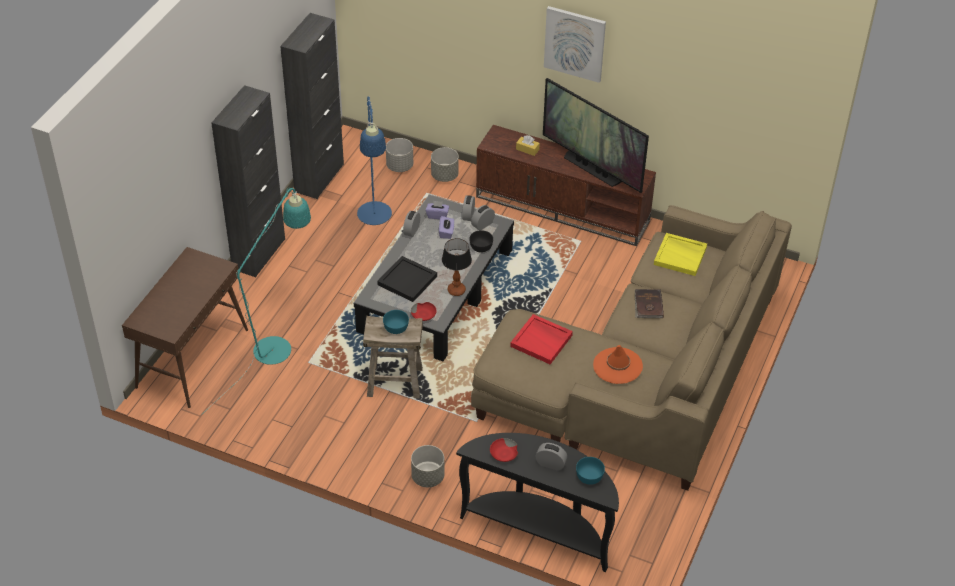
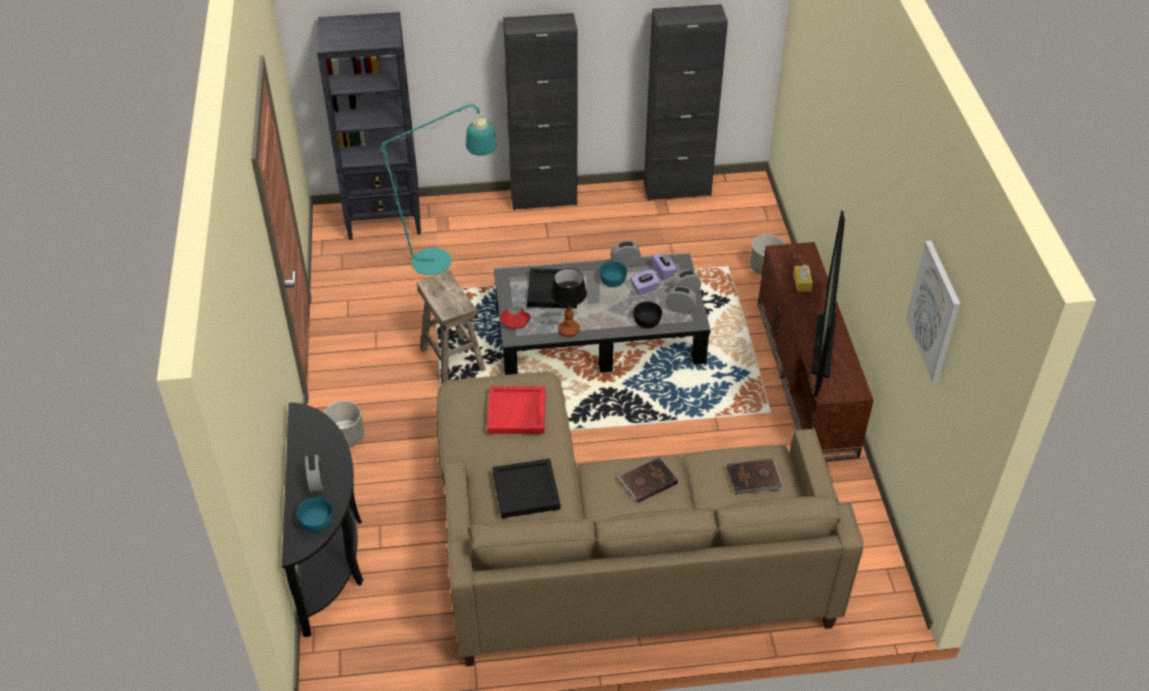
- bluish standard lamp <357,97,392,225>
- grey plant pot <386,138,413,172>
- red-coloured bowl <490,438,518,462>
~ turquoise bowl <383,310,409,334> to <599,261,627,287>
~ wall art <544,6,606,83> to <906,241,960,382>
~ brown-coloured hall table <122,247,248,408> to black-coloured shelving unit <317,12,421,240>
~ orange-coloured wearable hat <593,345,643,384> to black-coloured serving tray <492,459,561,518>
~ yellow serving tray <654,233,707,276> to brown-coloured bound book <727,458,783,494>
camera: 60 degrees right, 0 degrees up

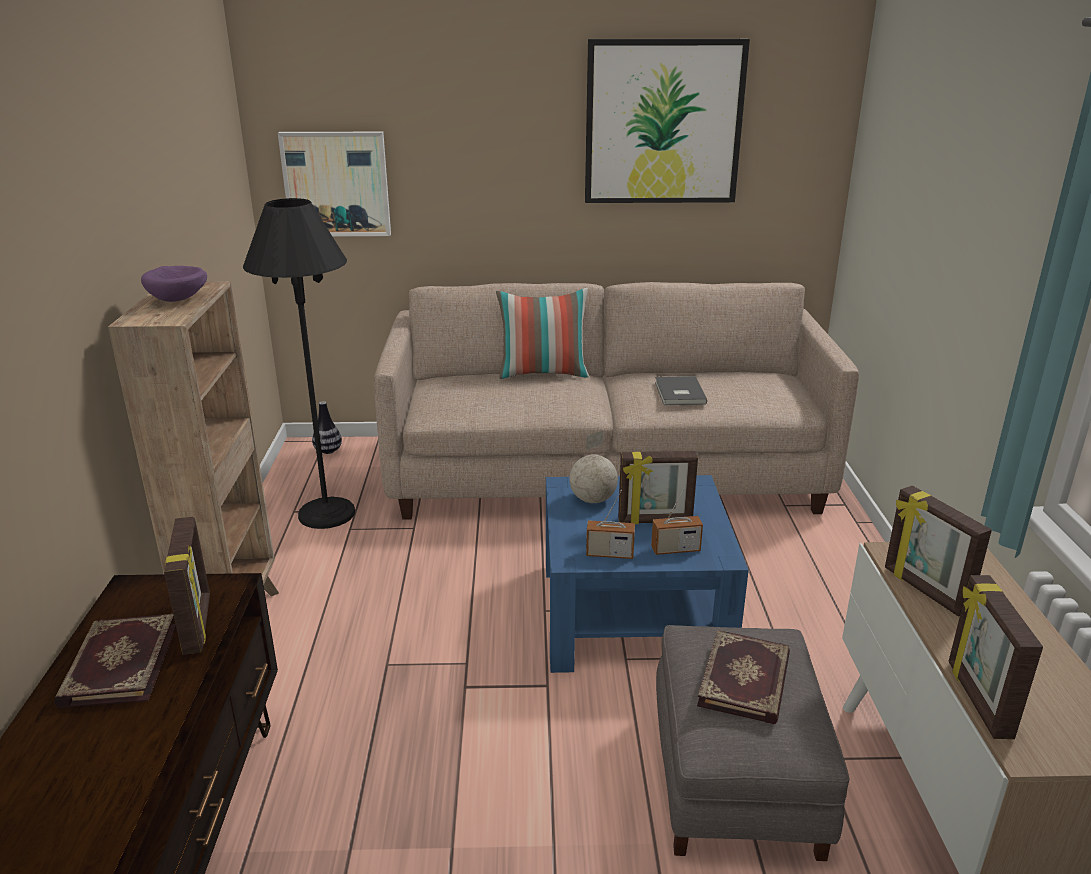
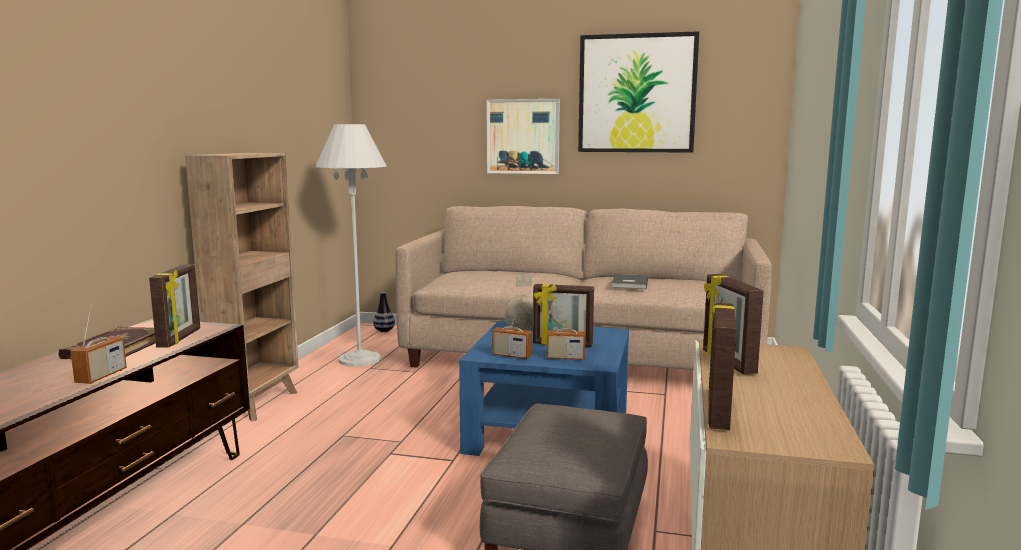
- purple bowl <141,266,207,302>
- throw pillow <496,288,589,379>
- bound book <697,630,790,724>
+ radio set <70,304,127,384>
~ wall art <278,132,391,236> to <487,99,560,174>
~ black-coloured standard lamp <243,198,355,529> to white-coloured standard lamp <315,124,387,367>
camera: 15 degrees right, 15 degrees down

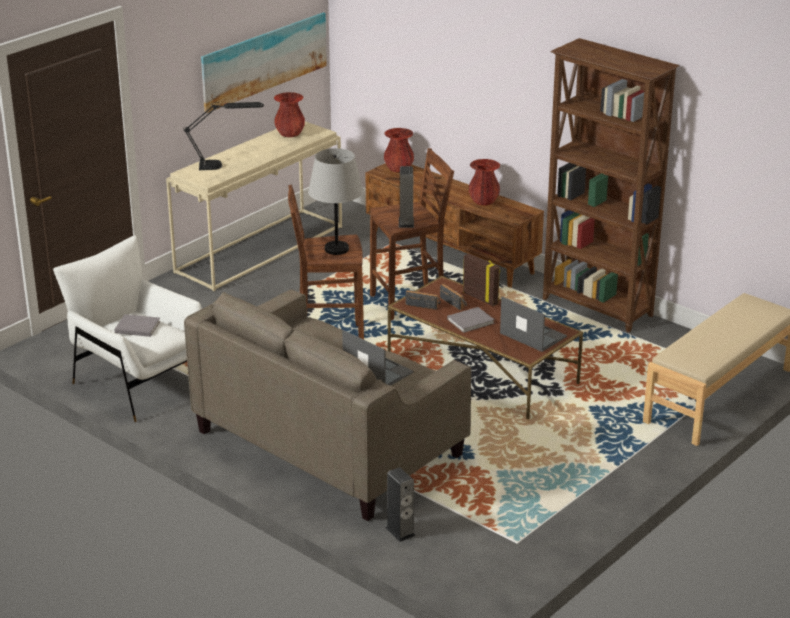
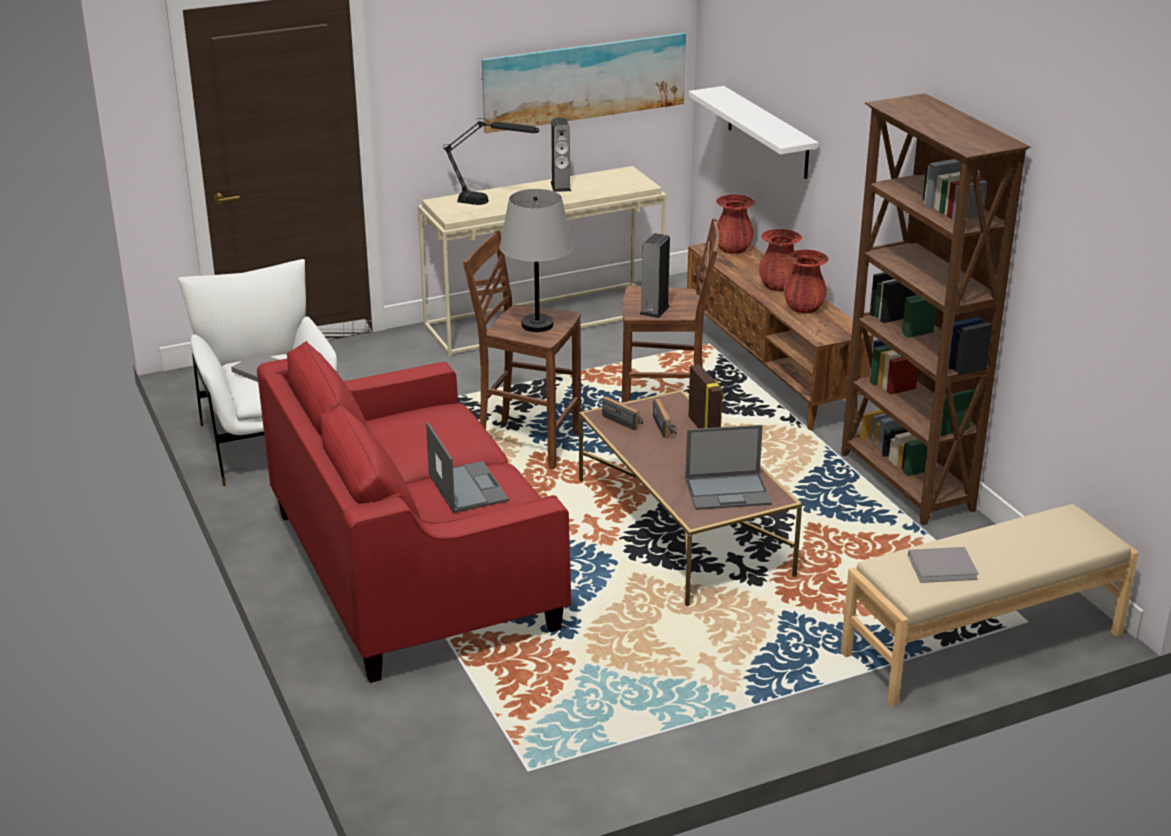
+ white-coloured bracket shelf <688,86,819,179>
~ red-coloured decorative vase <274,92,305,137> to <759,229,802,291>
~ loudspeaker <386,467,415,542> to <551,118,571,192>
~ grey bound book <447,307,495,333> to <908,547,979,583>
~ sand-coloured settee <184,289,471,521> to red-coloured settee <257,341,571,683>
~ notebook computer <500,297,567,352> = <685,425,772,510> 105 degrees clockwise
camera: 25 degrees right, 0 degrees up

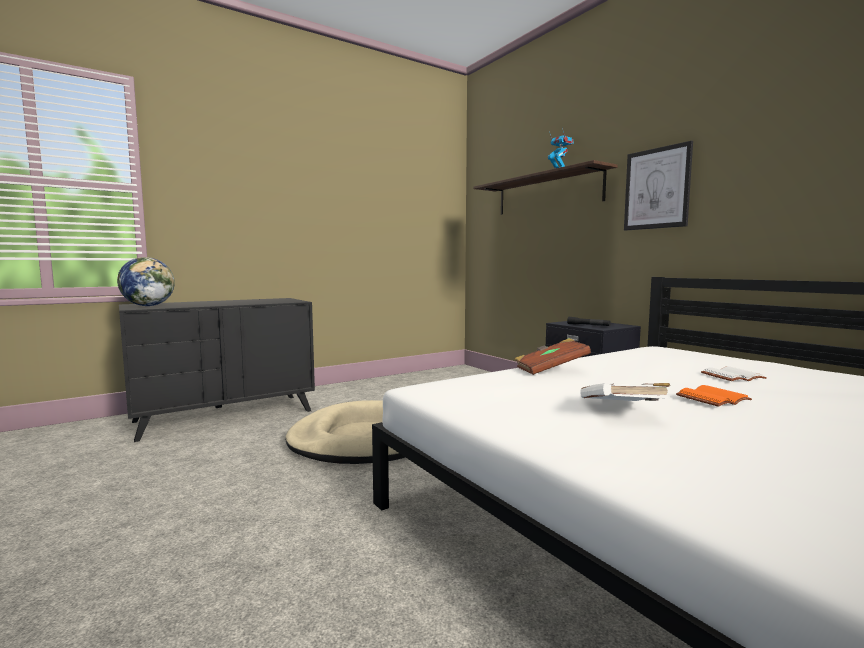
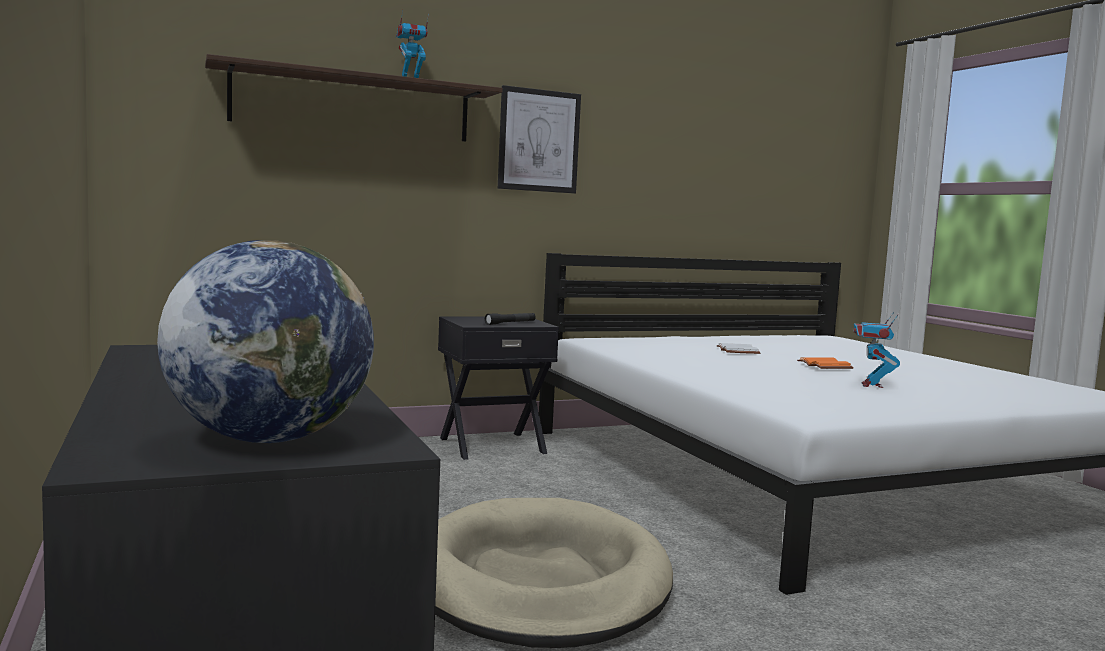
- brown-coloured bound book <514,338,591,375>
~ white-coloured bound book <580,383,671,401> to toy robot <853,312,900,388>
camera: 80 degrees left, 0 degrees up

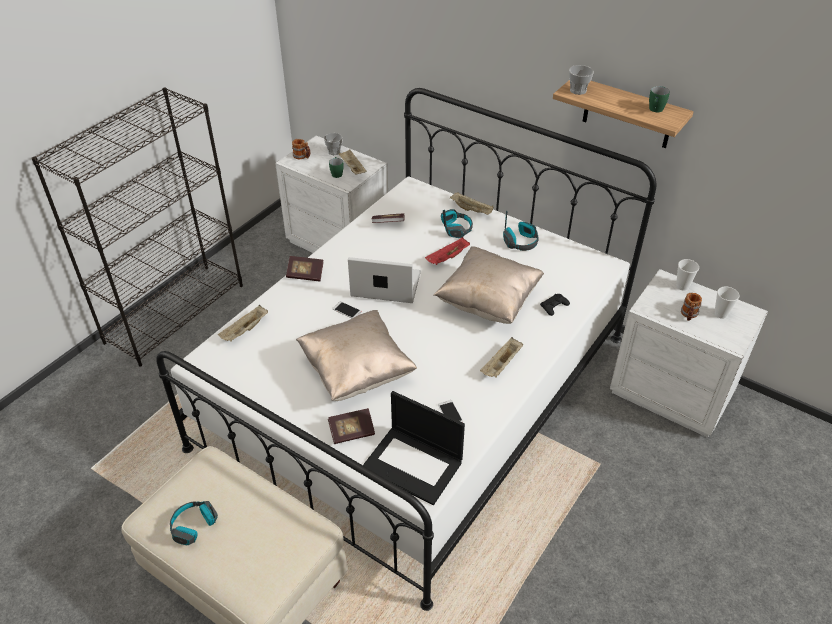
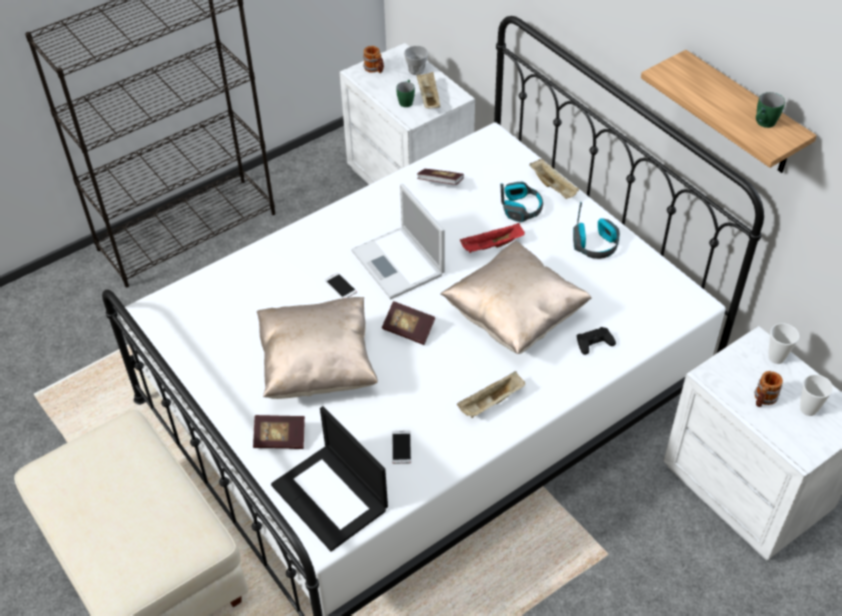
- pair of headphones <170,501,218,545>
- sand-coloured serving tray <218,305,268,342>
- small cup <569,65,594,95>
~ bound book <286,256,324,282> to <382,301,435,345>
~ notebook computer <348,257,421,303> = <351,184,445,299> 150 degrees counterclockwise
camera: 20 degrees right, 5 degrees up

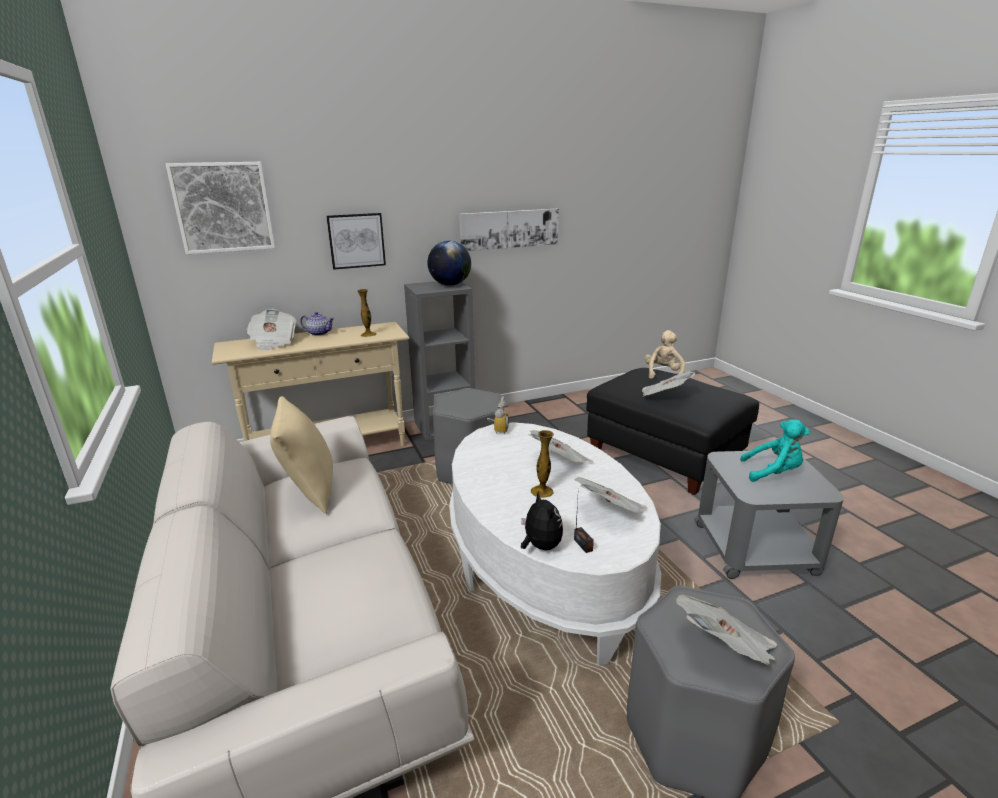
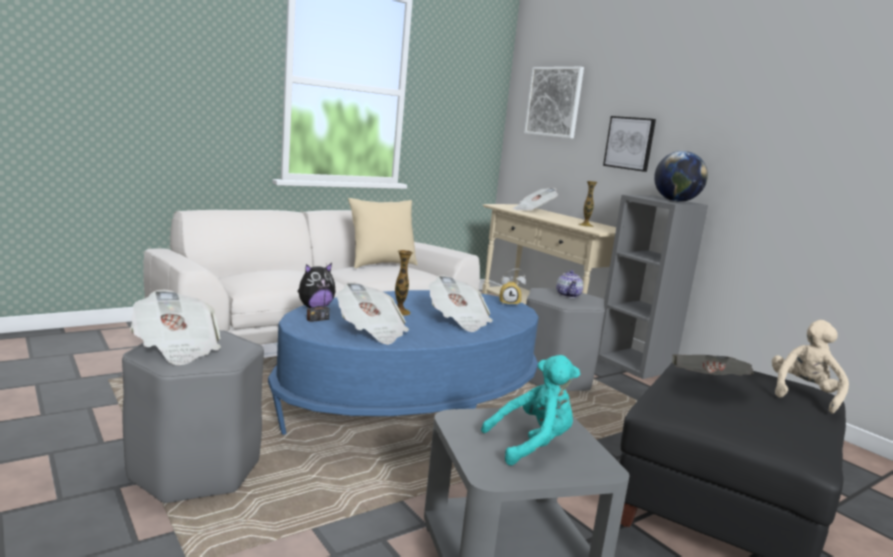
- wall art <459,209,559,251>
~ pot for tea <300,312,335,336> to <556,270,583,298>
~ white-coloured coffee table <449,422,661,665> to bluish coffee table <268,290,539,435>
~ sand-coloured cuddly toy <645,330,685,379> = <772,320,849,414> 60 degrees counterclockwise
~ turquoise cuddly toy <740,420,810,482> = <481,355,580,465> 105 degrees counterclockwise
camera: 75 degrees right, 10 degrees down

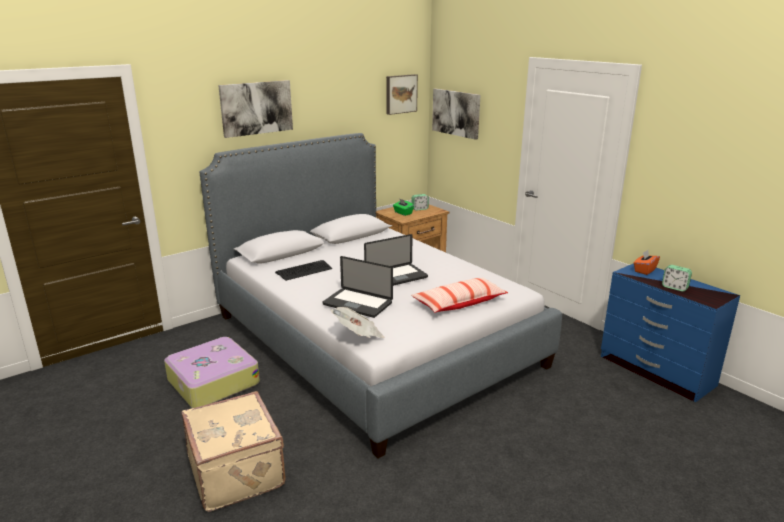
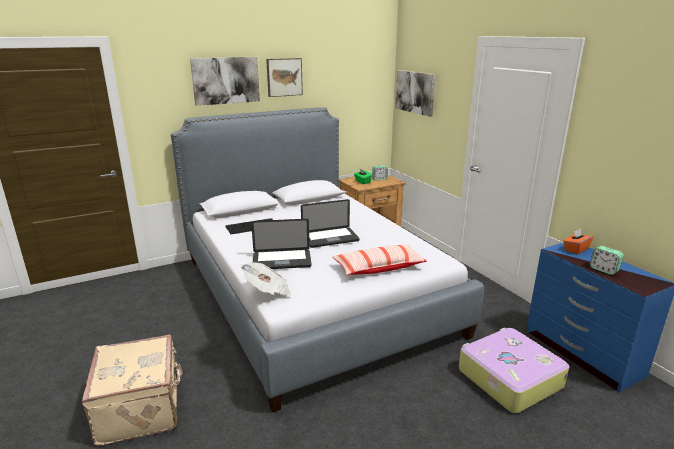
~ suitcase <164,337,260,408> to <459,328,569,413>
~ wall art <386,74,418,115> to <266,58,303,97>
~ notebook computer <322,256,393,318> = <251,219,312,269> 45 degrees counterclockwise
camera: 10 degrees right, 0 degrees up

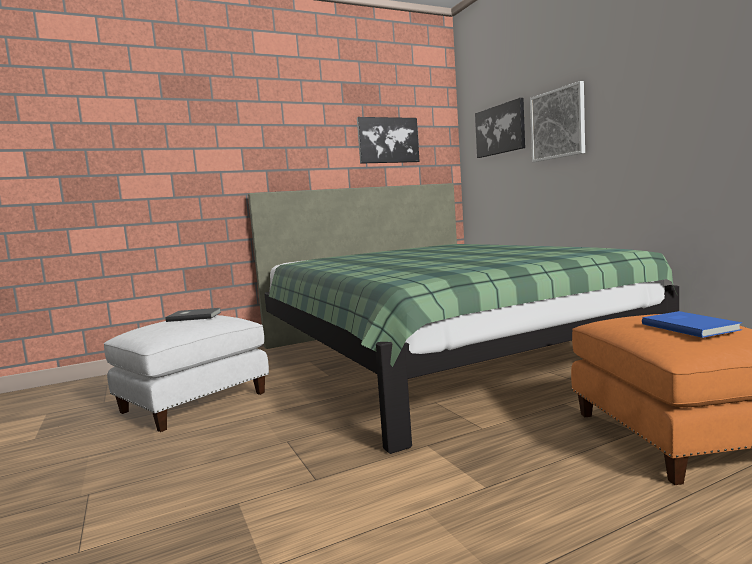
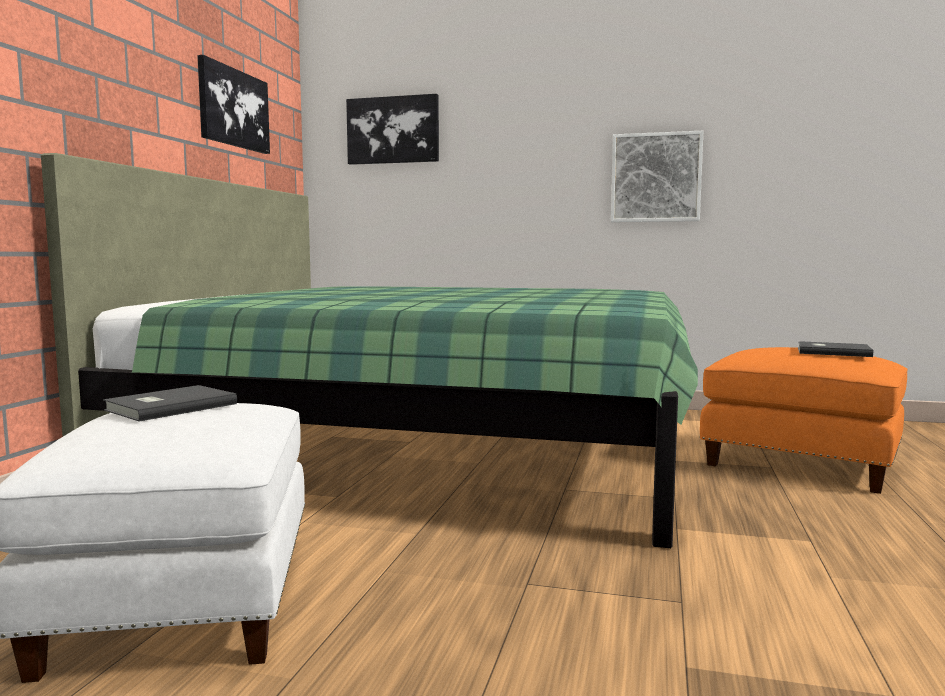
~ wall art <530,81,585,162> to <611,131,703,222>
~ bluish bound book <642,311,742,338> to grey bound book <798,341,873,357>
camera: 50 degrees left, 0 degrees up

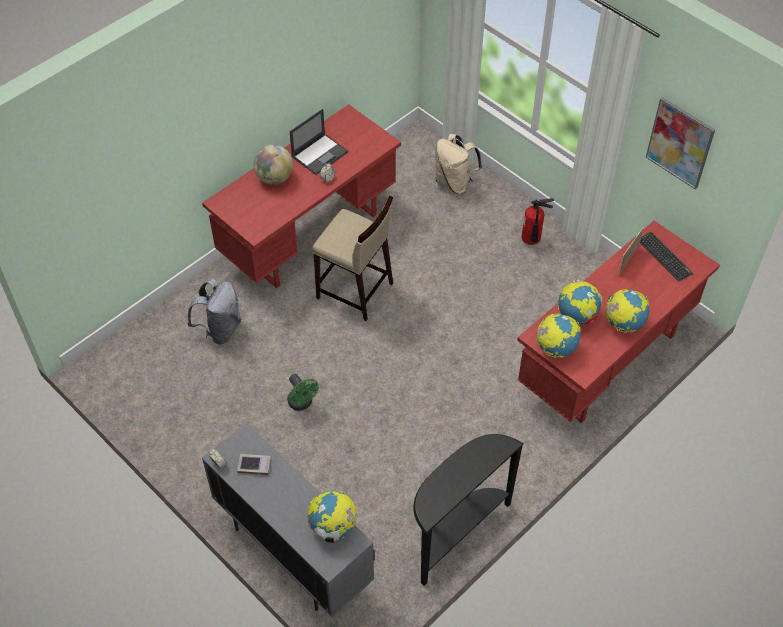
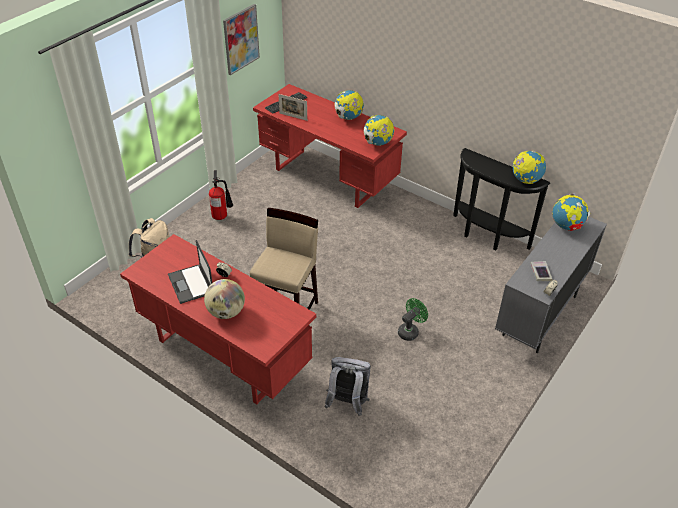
~ globe <558,280,603,324> to <513,151,546,184>
~ notebook computer <290,109,348,175> = <168,240,212,304> 150 degrees counterclockwise
camera: 100 degrees left, 10 degrees down

